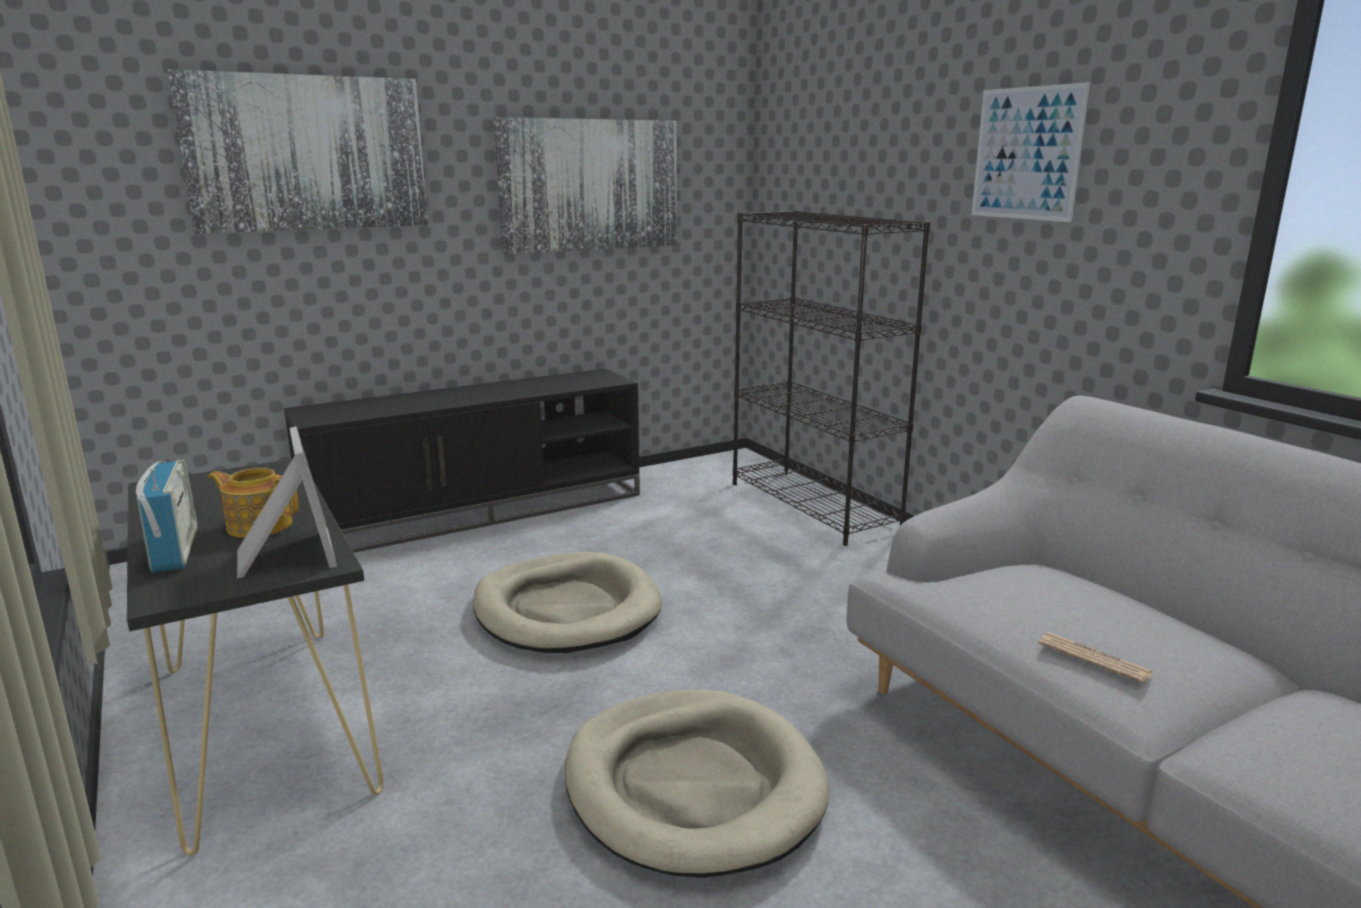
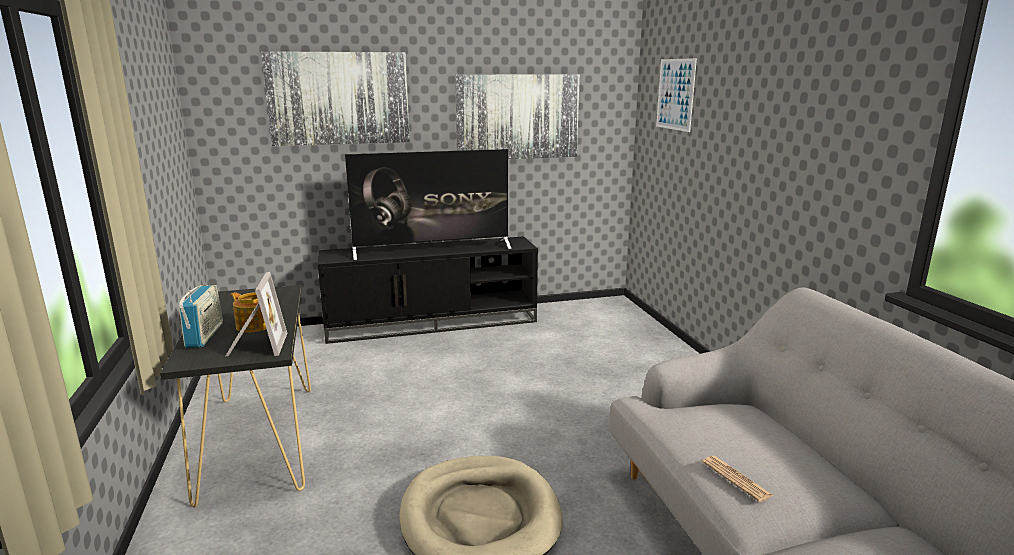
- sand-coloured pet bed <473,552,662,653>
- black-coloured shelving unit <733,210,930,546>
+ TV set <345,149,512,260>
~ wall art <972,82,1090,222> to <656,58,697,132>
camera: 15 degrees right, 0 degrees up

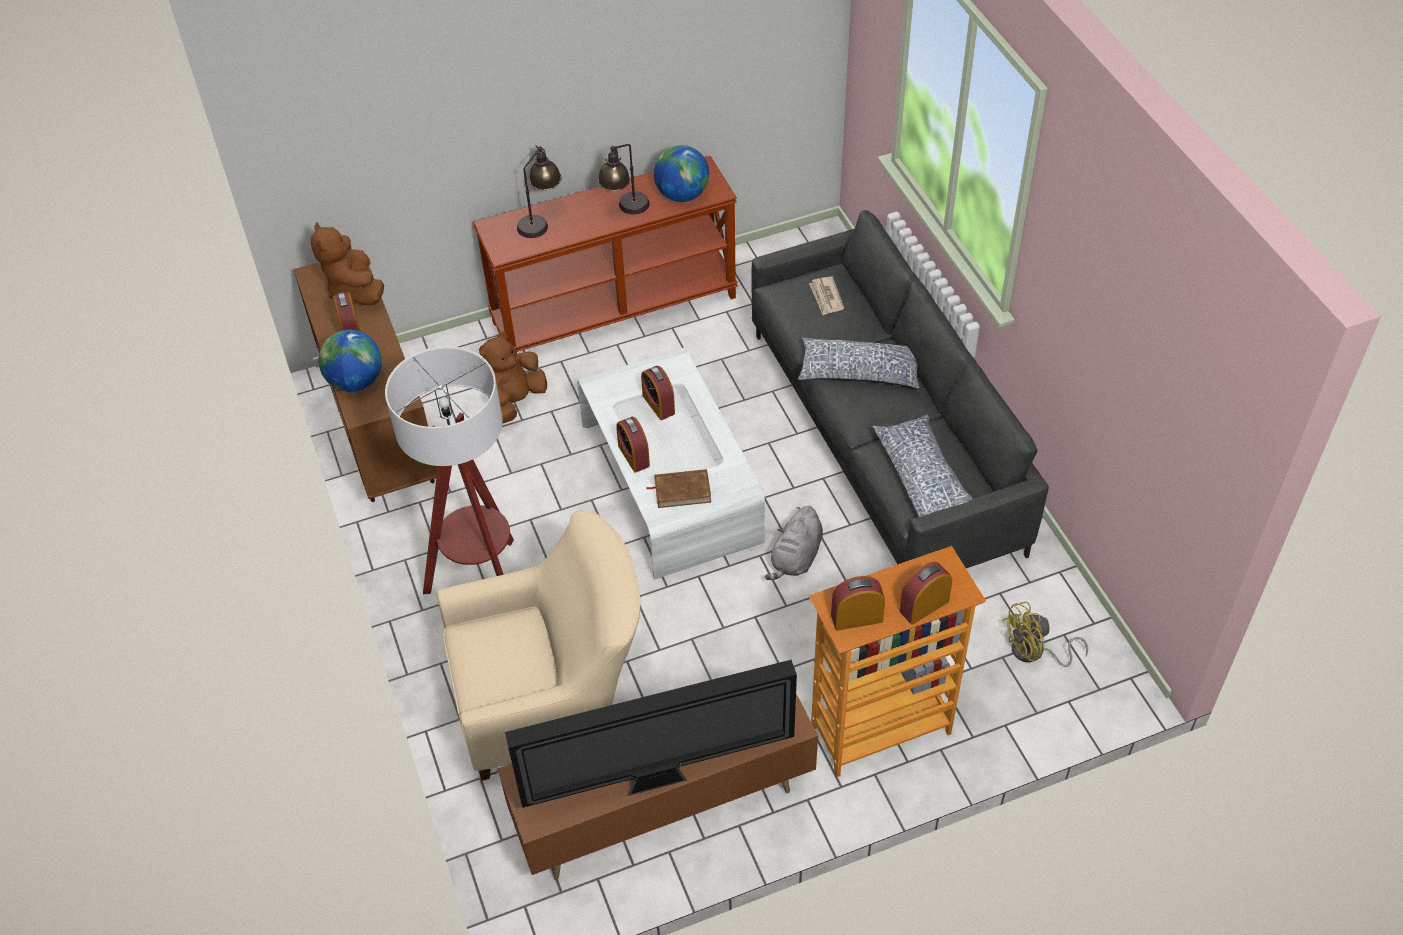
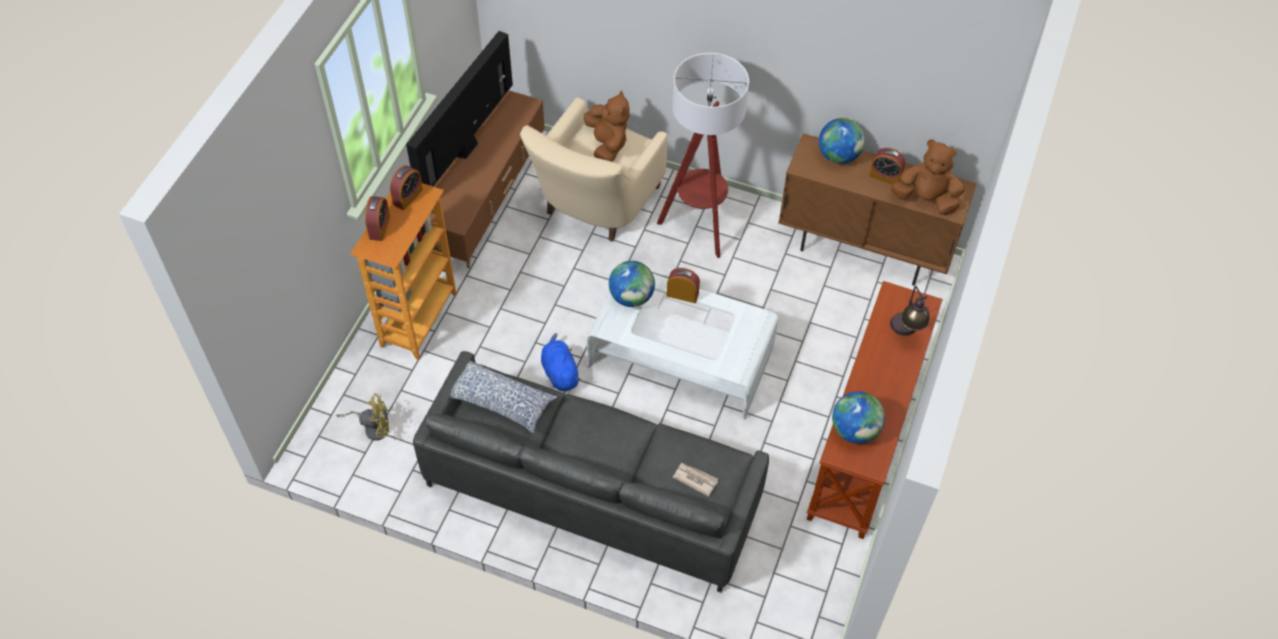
- tabletop lamp <598,144,650,215>
- bedside clock <641,366,675,420>
- throw pillow <798,338,919,389>
~ brown-coloured cuddly toy <479,332,547,424> to <584,91,630,162>
~ brown-coloured bound book <646,469,711,508> to globe <609,261,655,307>
~ grey cuddly toy <765,506,823,580> to bluish cuddly toy <541,333,580,391>
~ yellow fan <1002,602,1088,667> = <336,394,389,440> 60 degrees clockwise
camera: 130 degrees right, 5 degrees up

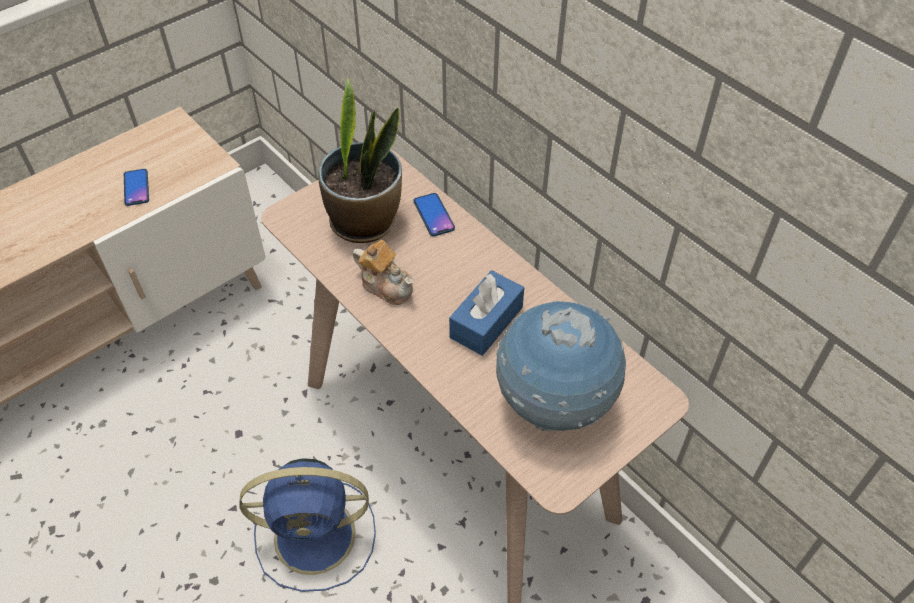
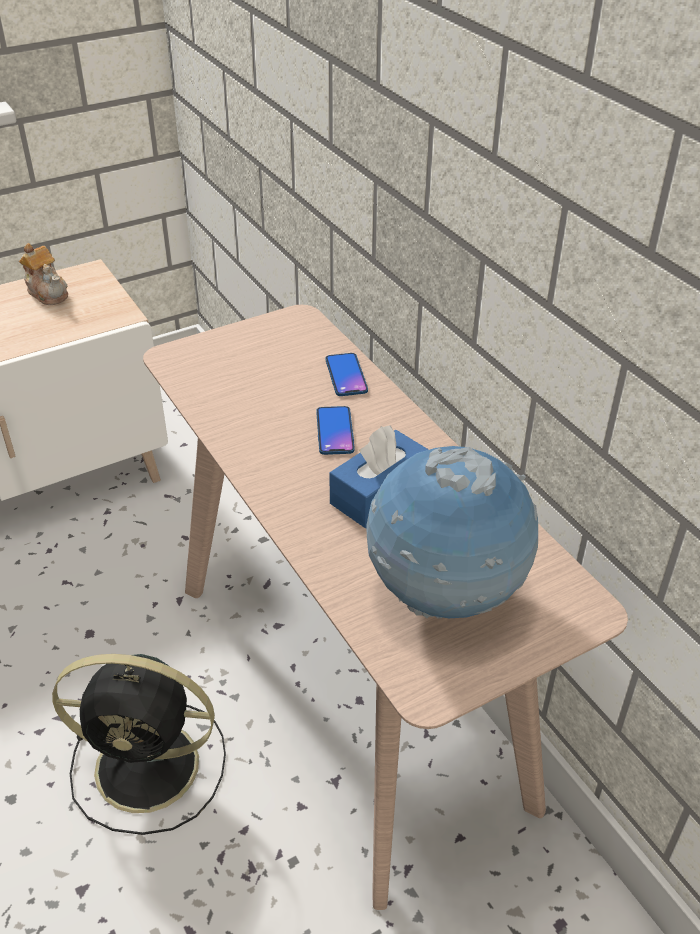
- houseplant <318,78,402,243>
~ handset <124,169,149,206> to <316,406,355,455>
~ pot for tea <353,240,414,305> to <19,243,68,305>
~ bluish fan <239,458,376,592> to black-coloured fan <52,654,226,835>
camera: 10 degrees right, 10 degrees down

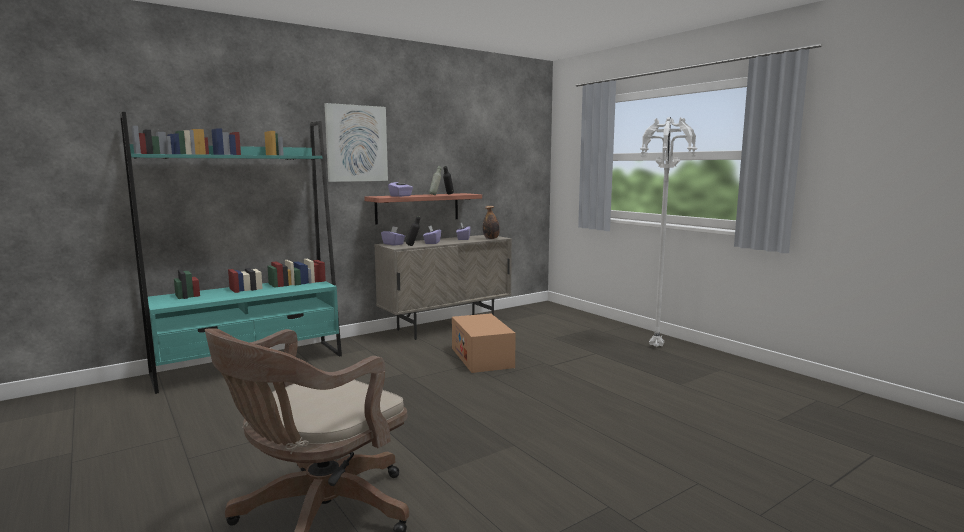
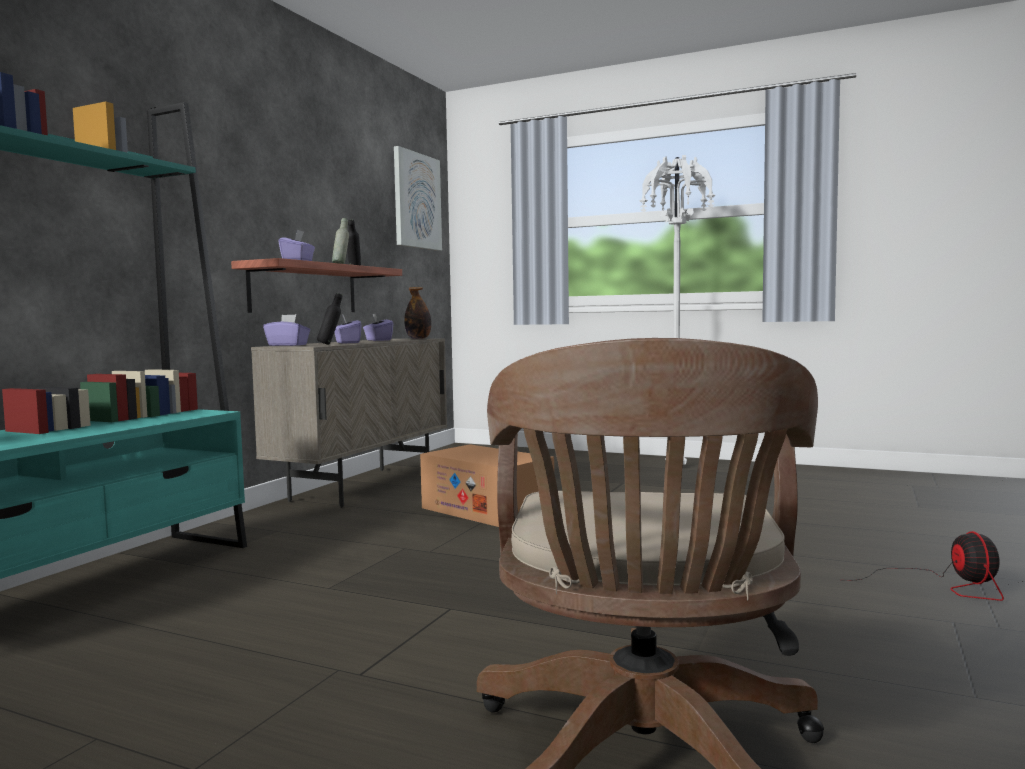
+ fan <857,531,1004,601>
~ wall art <324,103,388,182> to <394,146,442,251>
camera: 30 degrees left, 5 degrees down

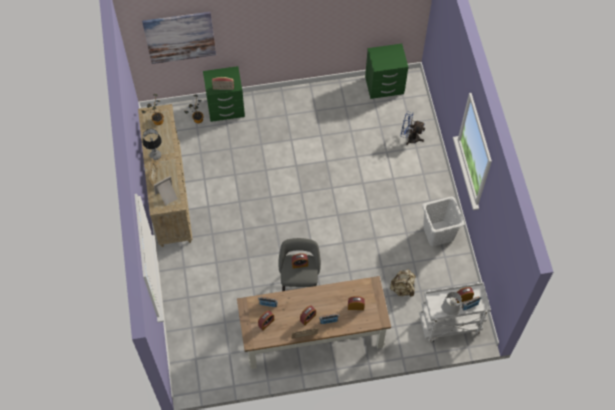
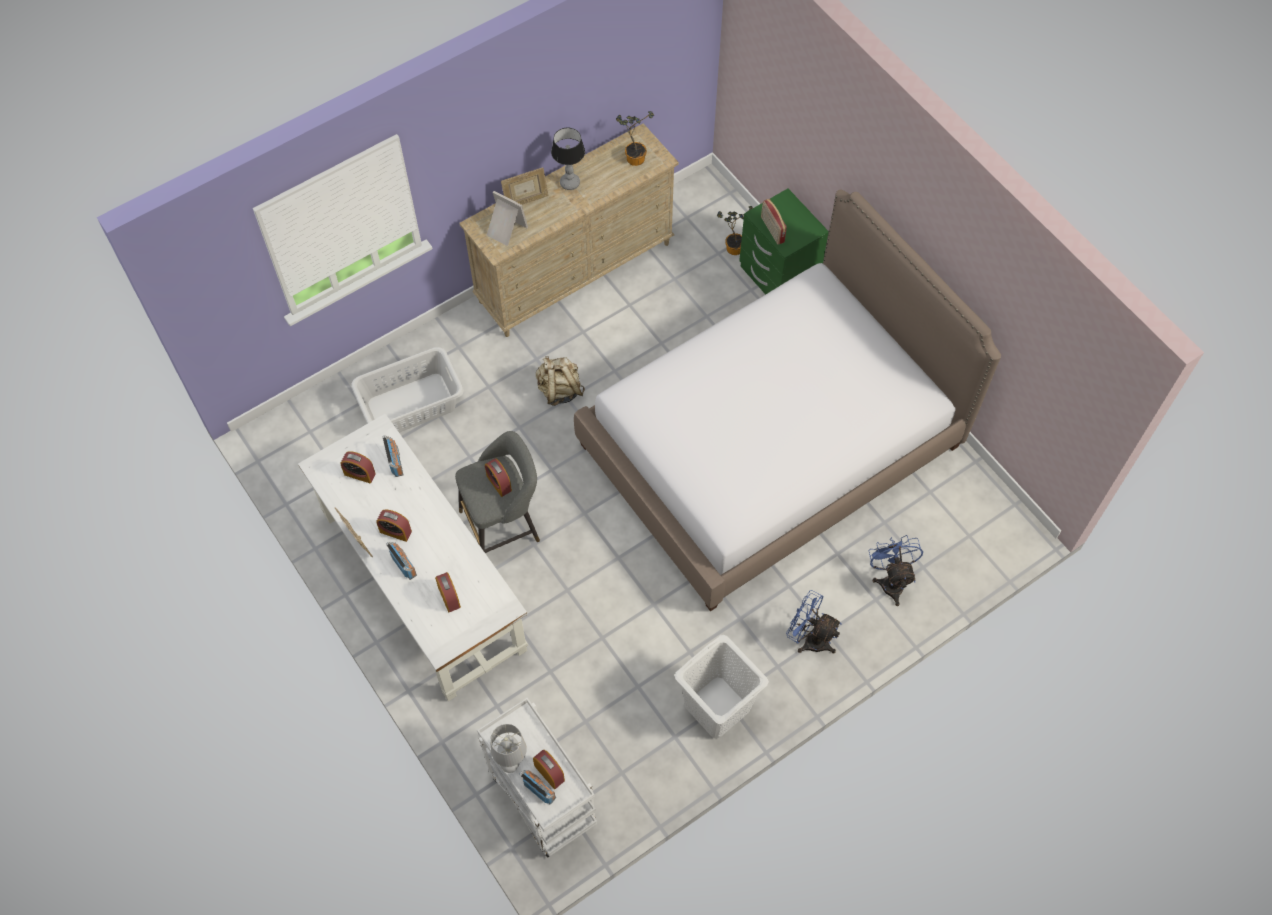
- wall art <142,12,216,64>
- greenish bedside table <365,44,408,99>
+ grey laundry basket <351,347,464,433>
+ sleeping bed <574,190,1001,611>
+ bluish fan <786,590,842,654>
~ sand-coloured knapsack <390,269,416,297> to <536,356,585,406>
~ brown-coloured desk unit <237,276,391,369> to white-coloured desk unit <298,414,528,701>
camera: 65 degrees right, 0 degrees up

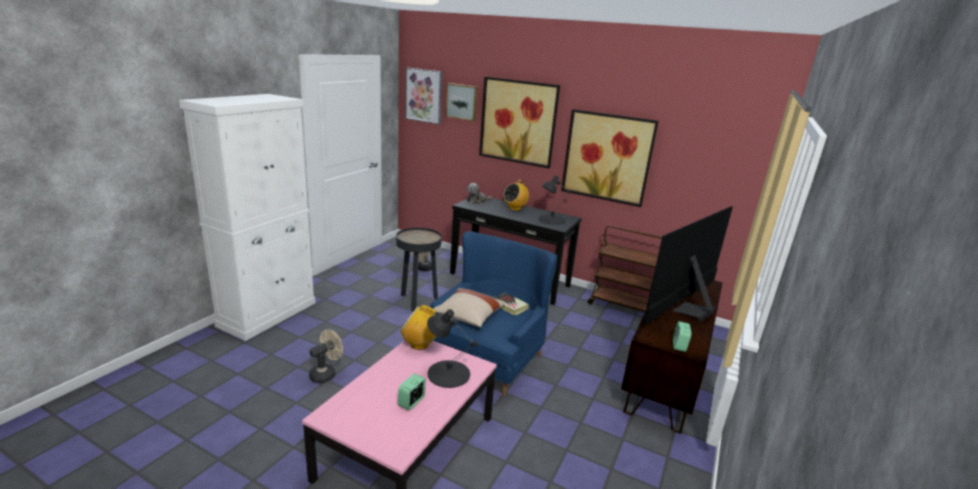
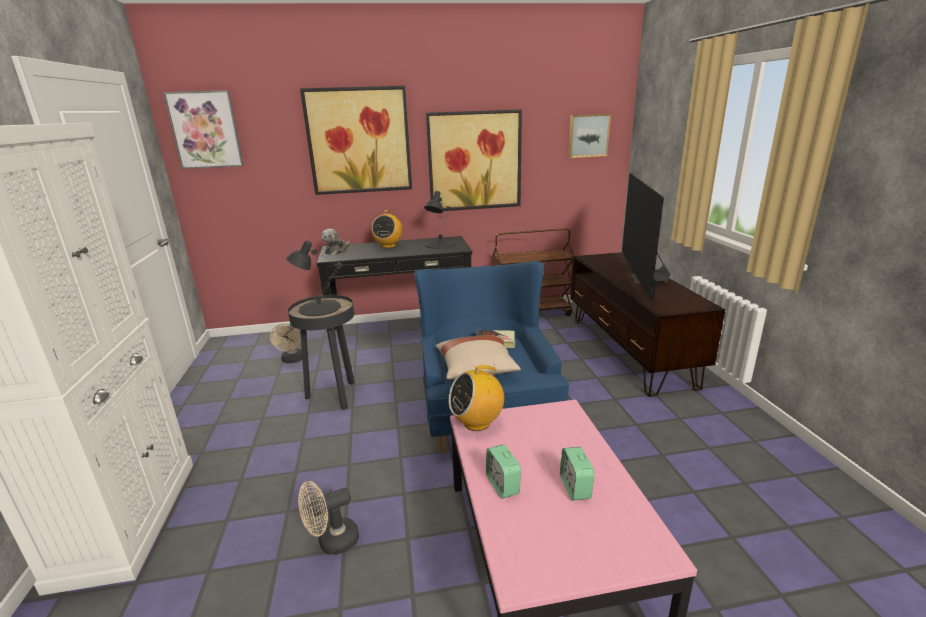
~ black-coloured tabletop lamp <427,309,478,388> to <286,241,342,316>
~ wall art <446,83,478,121> to <568,114,611,158>
~ bedside clock <673,321,691,352> to <486,444,521,499>
~ sand-coloured fan <309,329,343,383> = <298,481,359,555> 120 degrees counterclockwise
camera: 35 degrees left, 0 degrees up

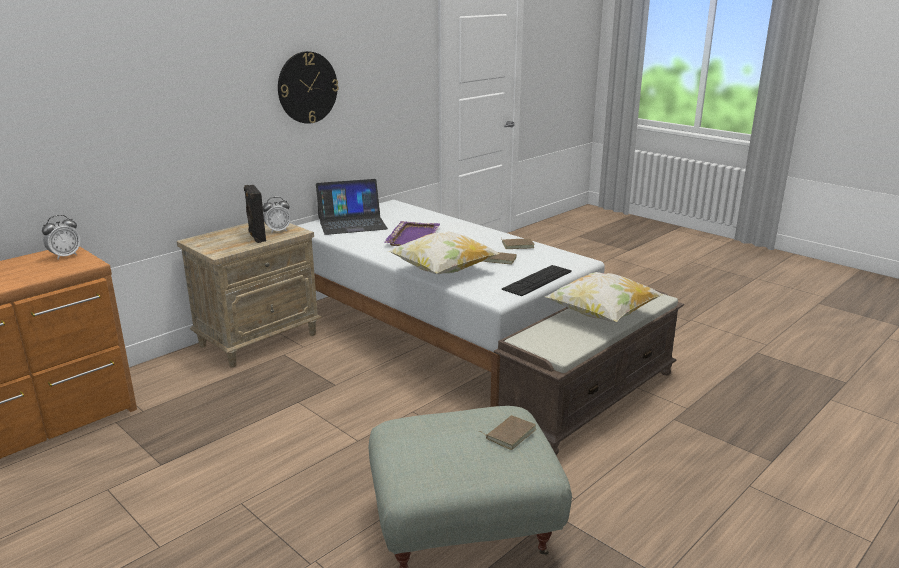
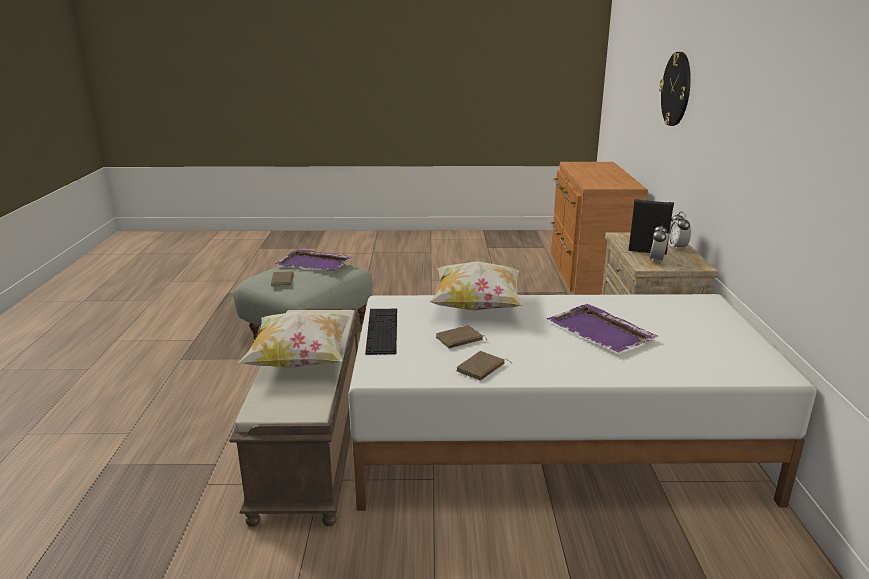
- notebook computer <316,179,388,235>
+ purple serving tray <275,249,353,271>
~ bedside clock <42,215,80,260> to <668,212,691,250>
~ clock on the wall <278,51,339,124> to <659,52,691,126>
camera: 135 degrees right, 0 degrees up

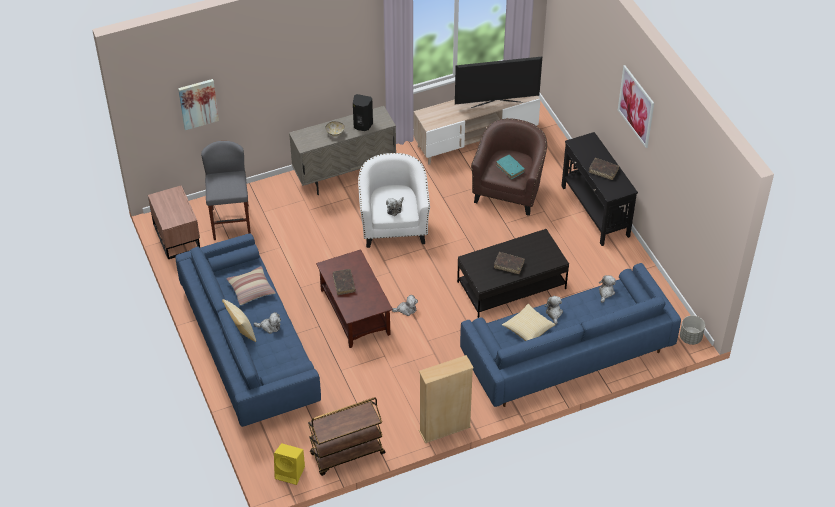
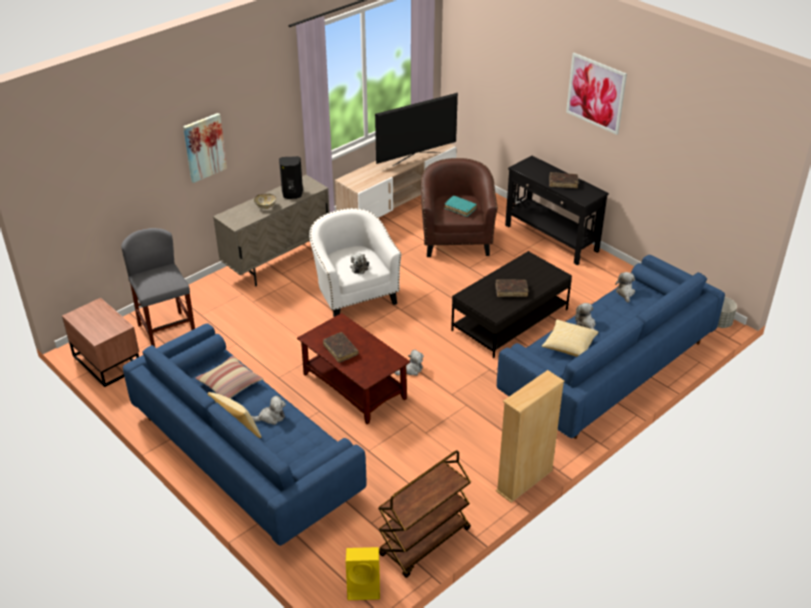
~ wall art <178,79,219,130> to <183,113,227,183>
camera: 20 degrees left, 10 degrees down

